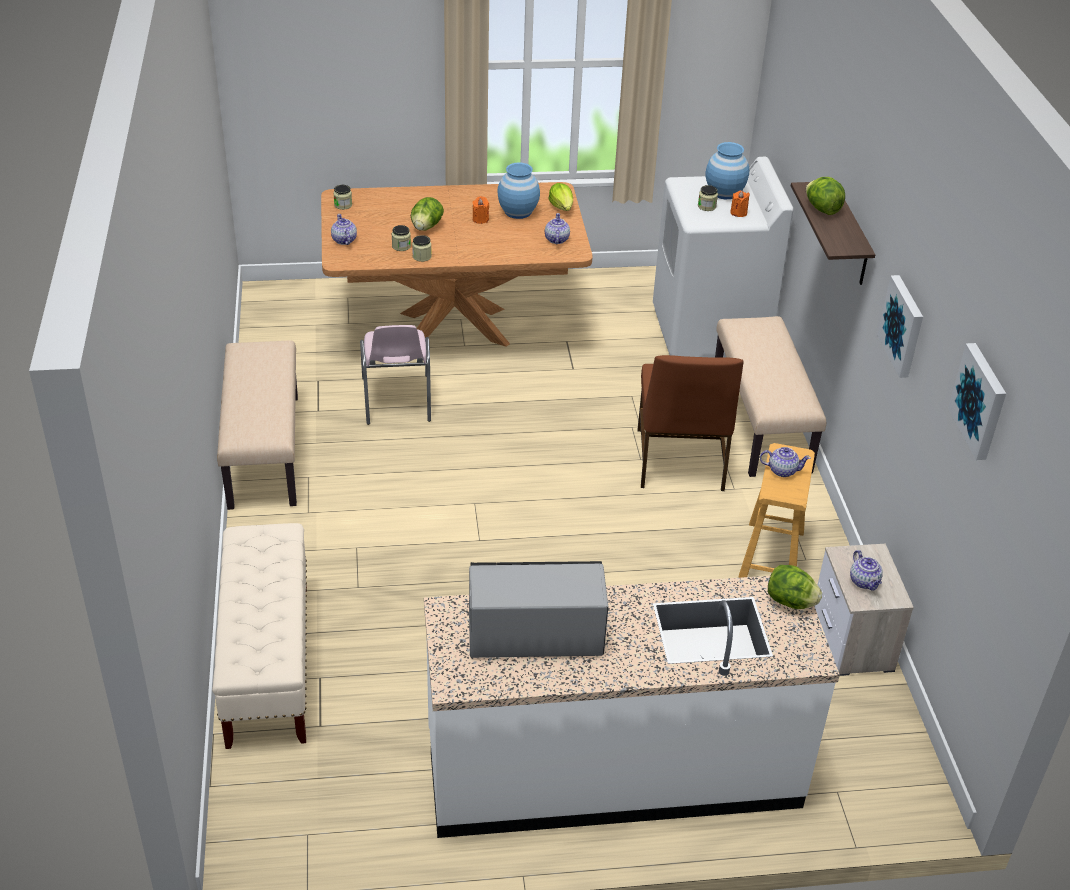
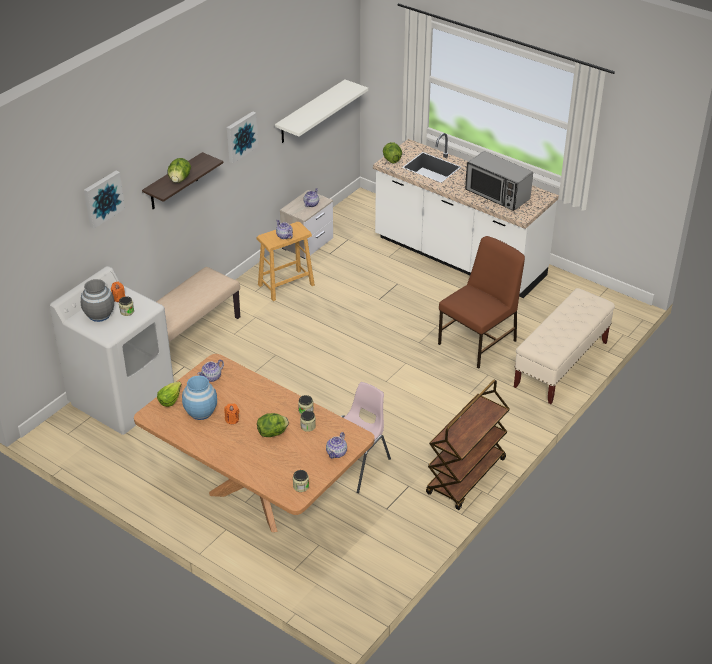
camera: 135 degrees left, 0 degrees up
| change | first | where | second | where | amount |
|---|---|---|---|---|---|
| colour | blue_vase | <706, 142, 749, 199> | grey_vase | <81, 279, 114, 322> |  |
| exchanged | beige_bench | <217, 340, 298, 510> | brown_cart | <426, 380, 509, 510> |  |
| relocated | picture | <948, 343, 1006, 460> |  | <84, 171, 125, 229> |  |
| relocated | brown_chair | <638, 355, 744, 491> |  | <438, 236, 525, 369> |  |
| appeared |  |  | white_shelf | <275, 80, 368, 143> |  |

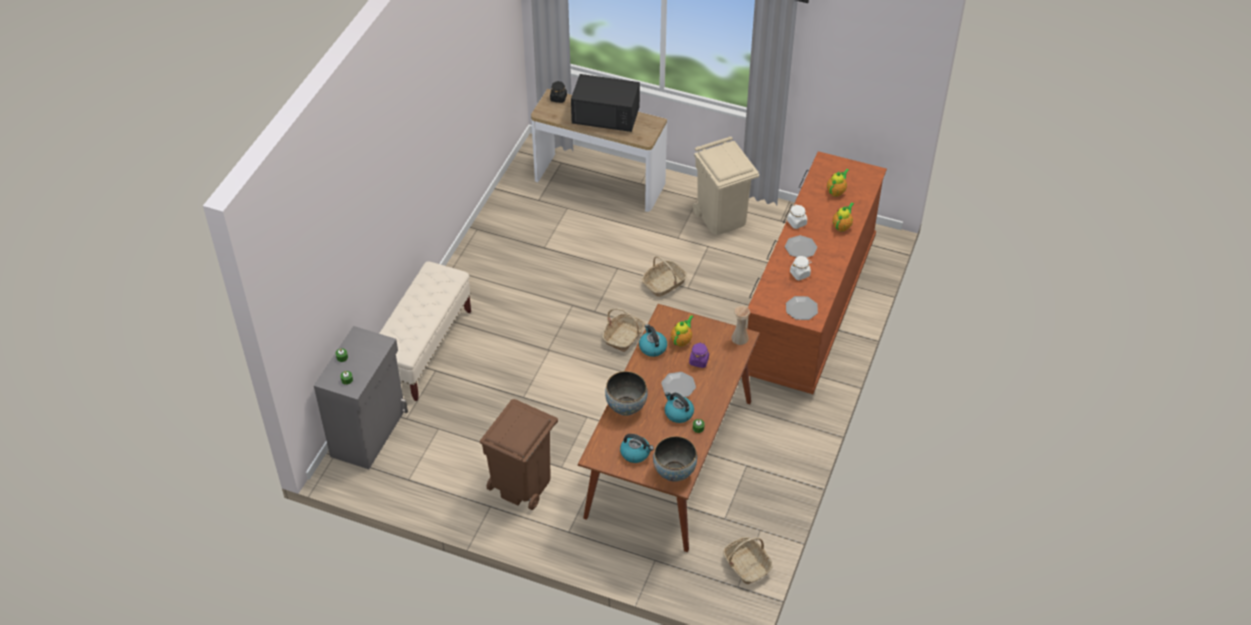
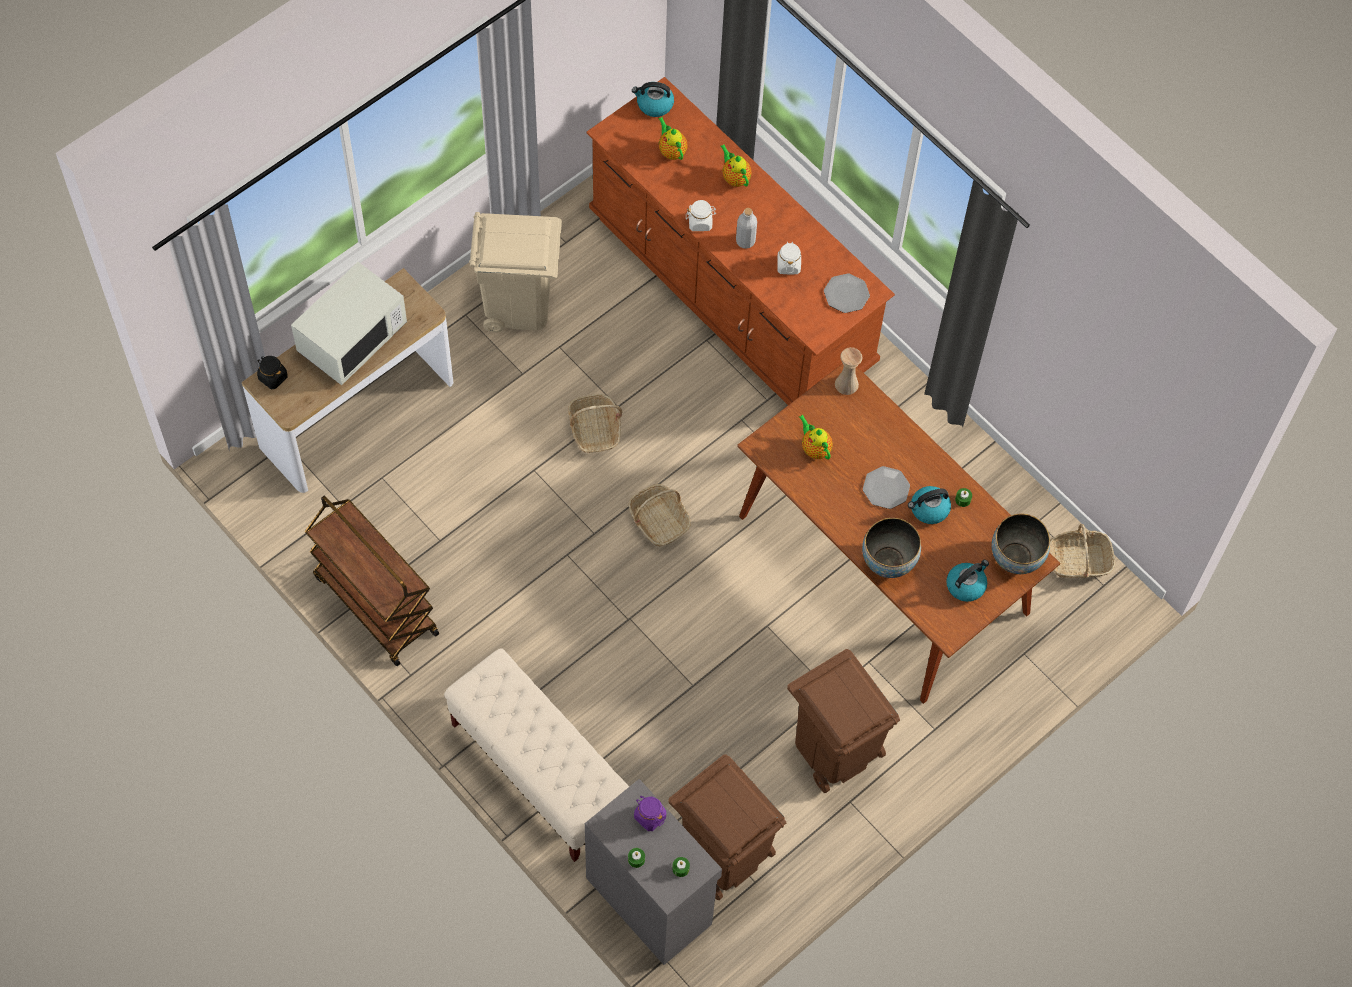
camera: 65 degrees left, 15 degrees up
| change | first | where | second | where | amount |
|---|---|---|---|---|---|
| colour | black_microwave | <571, 74, 640, 132> | white_microwave | <291, 262, 407, 385> |  |
| exchanged | plate | <785, 235, 817, 258> | grey_bottle | <736, 208, 757, 249> |  |
| relocated | kettle | <639, 324, 667, 357> |  | <632, 82, 674, 117> |  |
| relocated | purple_jar | <689, 342, 709, 368> |  | <634, 796, 666, 831> |  |
| appeared |  |  | brown_cart | <305, 496, 439, 666> |  |
| appeared |  |  | brown_trash_can | <668, 754, 786, 900> |  |

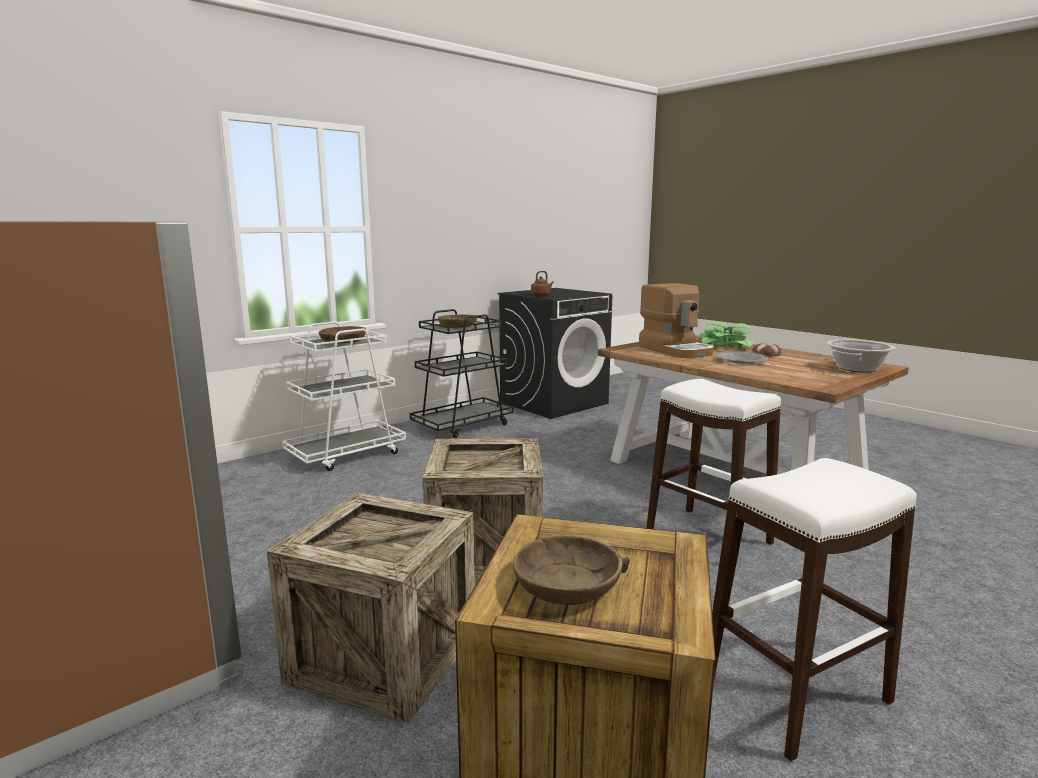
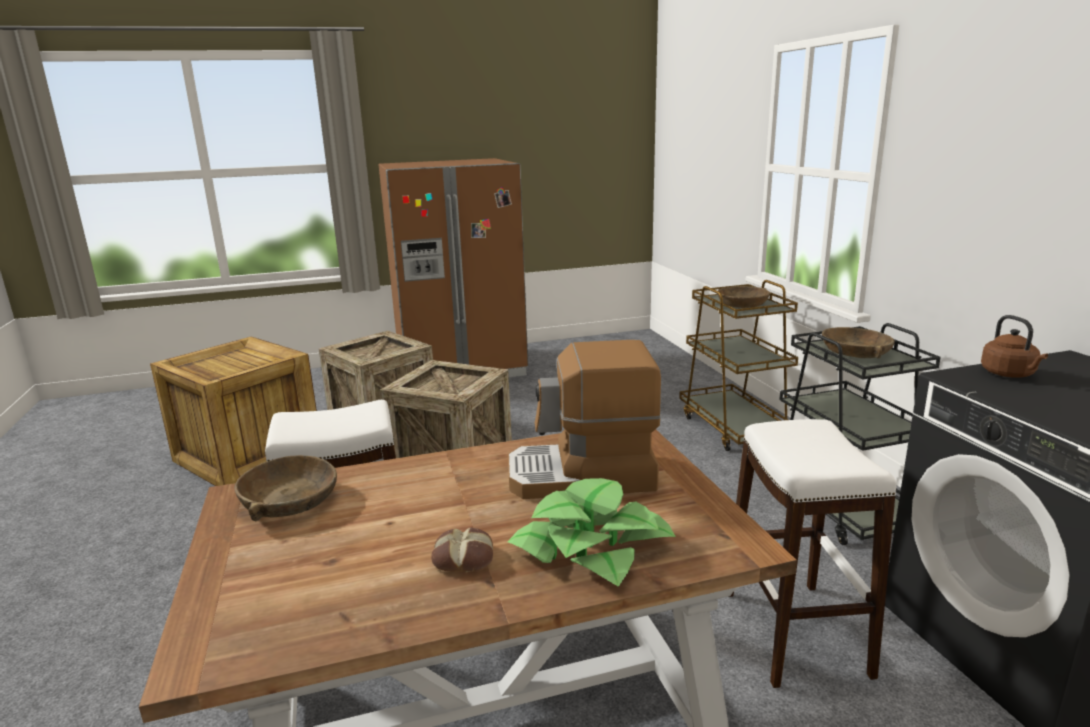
camera: 115 degrees right, 5 degrees up
| change | first | where | second | where | amount |
|---|---|---|---|---|---|
| colour | white_cart | <282, 321, 406, 471> | brown_cart | <679, 280, 798, 451> |  |
| missing | cooking_pot | <827, 340, 895, 372> |  |  |  |
| missing | grey_plate | <716, 351, 768, 364> |  |  |  |
| relocated | white_stool | <712, 458, 917, 762> |  | <729, 419, 897, 688> |  |
| relocated | brown_bowl | <513, 536, 630, 605> |  | <234, 455, 337, 521> |  |

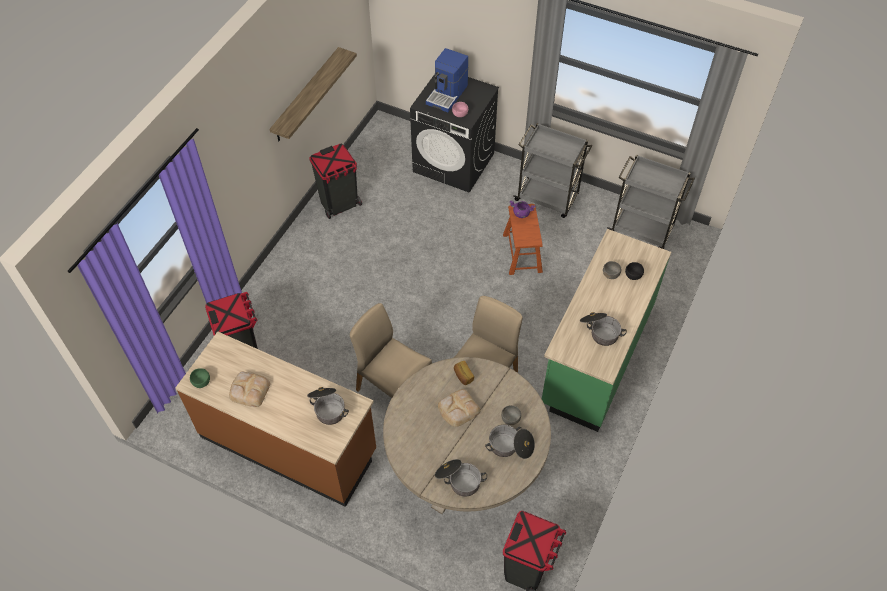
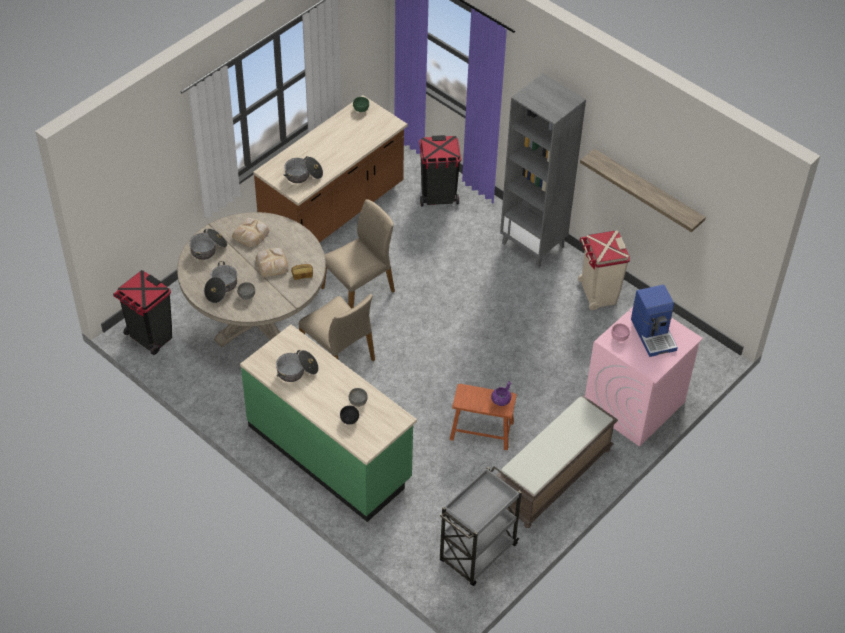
camera: 105 degrees right, 5 degrees down
| change | first | where | second | where | amount |
|---|---|---|---|---|---|
| spun | coffee_machine | <426, 48, 468, 112> |  | <631, 285, 678, 357> | 150 degrees counterclockwise |
| colour | black_washing_machine | <410, 74, 499, 193> | pink_washing_machine | <585, 307, 703, 447> |  |
| exchanged | grey_cart | <513, 123, 592, 218> | brown_bench | <496, 395, 618, 528> |  |
| colour | black_trash_can | <309, 144, 362, 219> | beige_trash_can | <578, 230, 630, 310> |  |
| relocated | bread | <229, 372, 270, 407> |  | <232, 218, 269, 247> |  |
| appeared |  |  | grey_bookcase | <500, 74, 586, 268> |  |

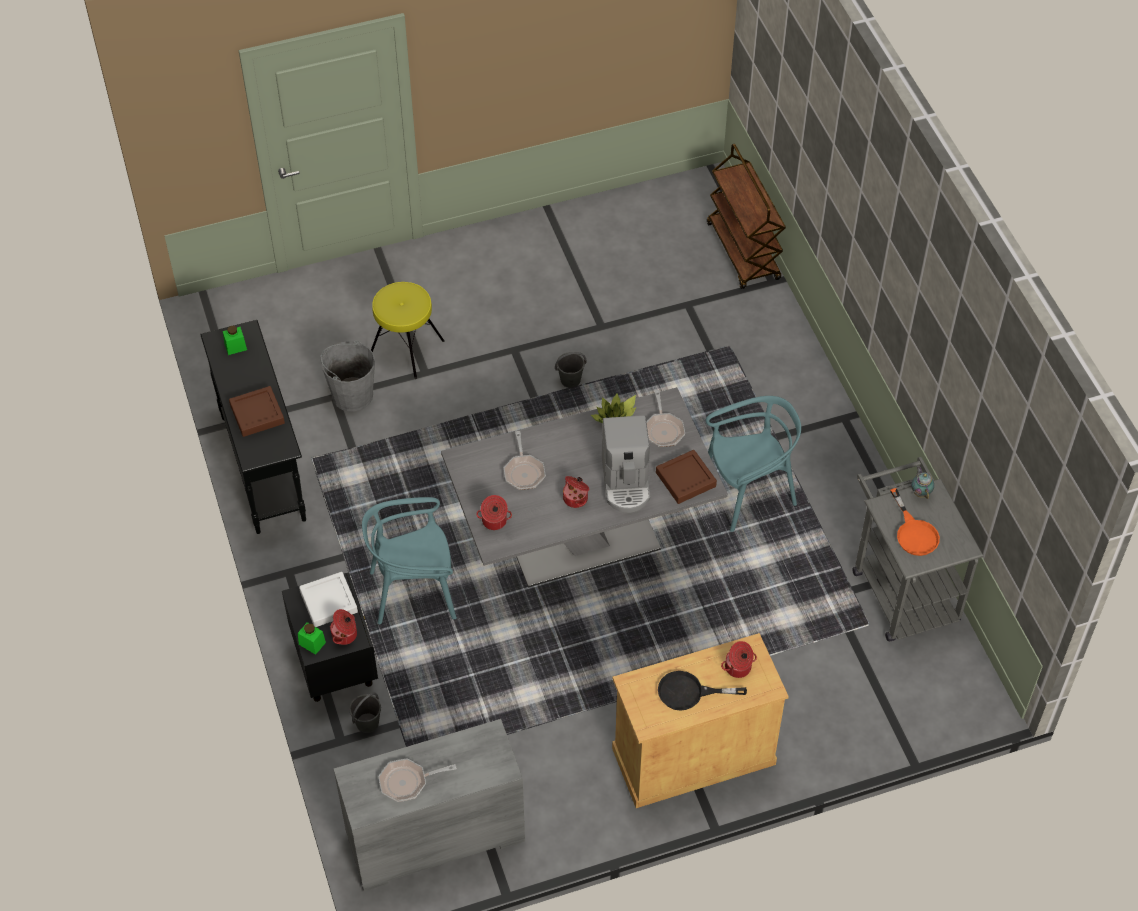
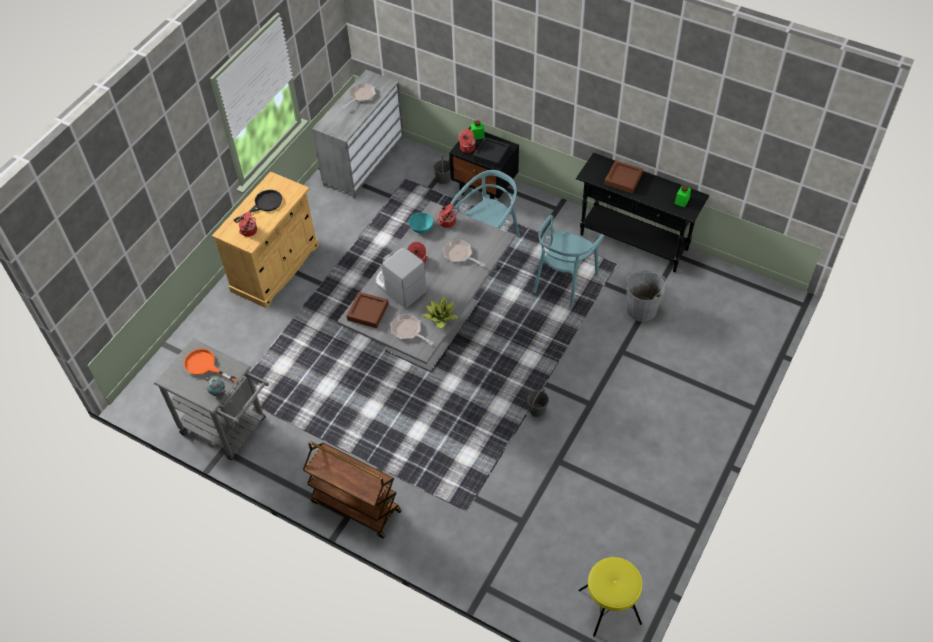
camera: 140 degrees right, 0 degrees up
| change | first | where | second | where | amount |
|---|---|---|---|---|---|
| relocated | brown_cart | <707, 144, 786, 289> |  | <303, 442, 402, 539> |  |
| relocated | yellow_stool | <371, 282, 445, 379> |  | <578, 557, 642, 637> |  |
| relocated | turquoise_chair | <706, 396, 801, 532> |  | <534, 215, 605, 308> |  |
| colour | white_tray | <299, 572, 358, 627> | black_tray | <473, 137, 510, 168> |  |
| appeared |  |  | turquoise_bowl | <409, 212, 433, 233> |  |

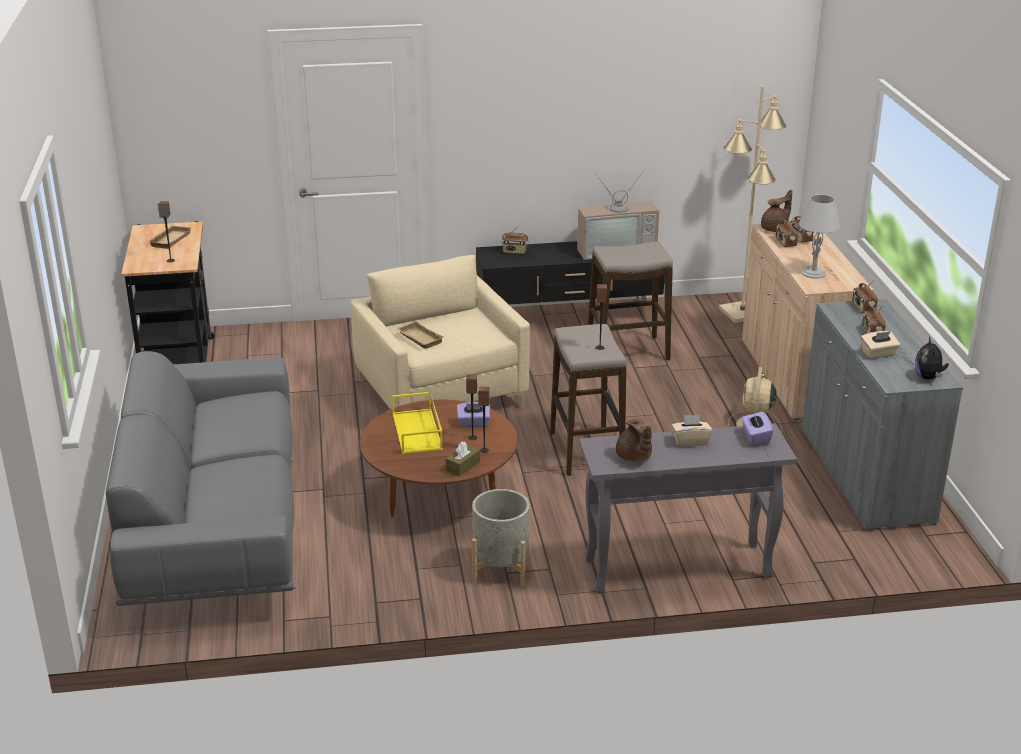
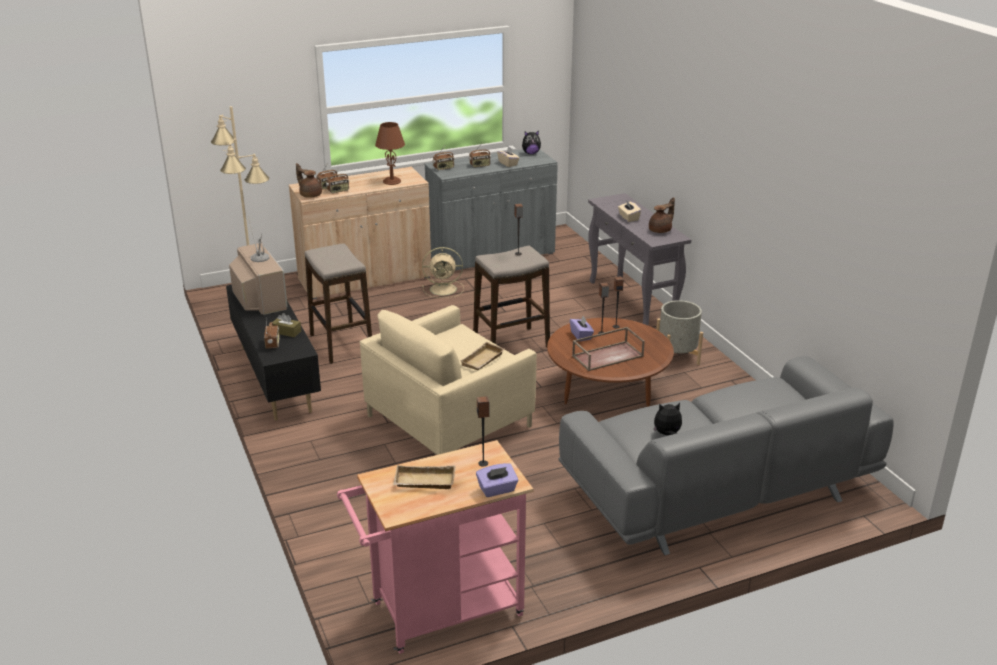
camera: 105 degrees left, 0 degrees up
| change | first | where | second | where | amount |
|---|---|---|---|---|---|
| colour | grey_table_lamp | <799, 194, 840, 279> | brown_table_lamp | <375, 122, 405, 185> |  |
| colour | black_cart | <122, 221, 214, 364> | pink_cart | <337, 440, 534, 654> |  |
| colour | yellow_tray | <392, 392, 443, 454> | brown_tray | <572, 327, 645, 371> |  |
| relocated | purple_tissue_box | <742, 412, 773, 446> |  | <476, 463, 518, 497> |  |
| relocated | brown_tissue_box | <446, 442, 480, 476> |  | <272, 313, 301, 337> |  |
| appeared |  |  | plush_toy | <654, 403, 682, 435> |  |

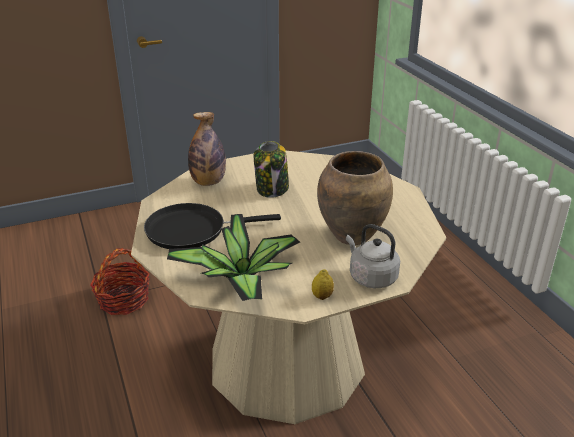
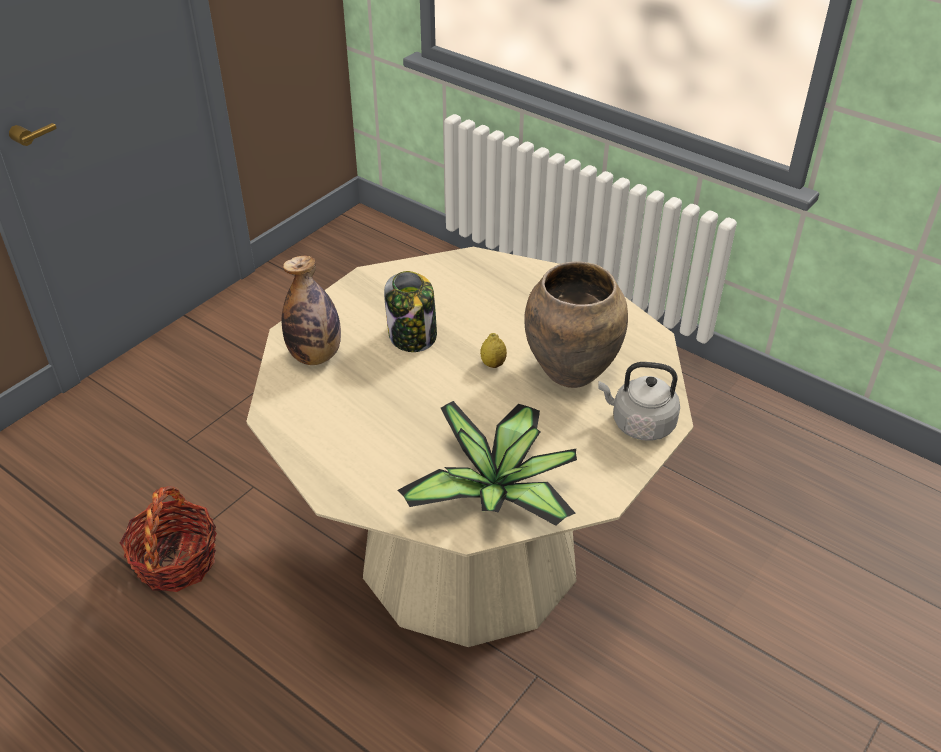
camera: 30 degrees left, 10 degrees up
| change | first | where | second | where | amount |
|---|---|---|---|---|---|
| missing | black_frying_pan | <144, 203, 281, 249> |  |  |  |
| relocated | lemon | <312, 269, 334, 300> |  | <480, 333, 507, 368> |  |

